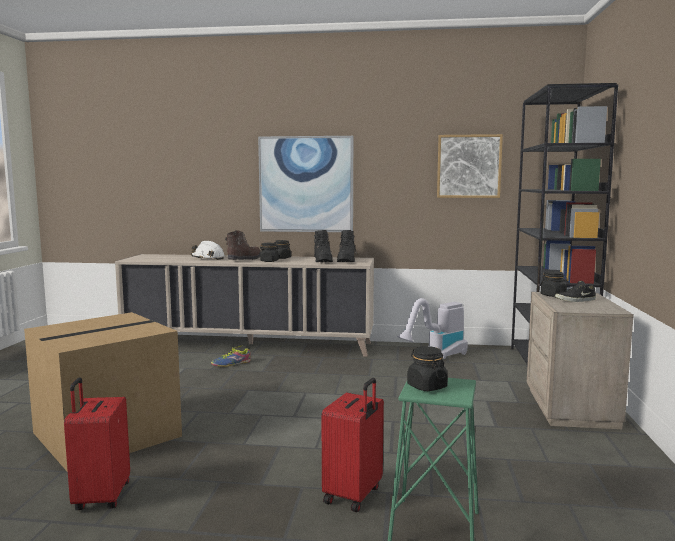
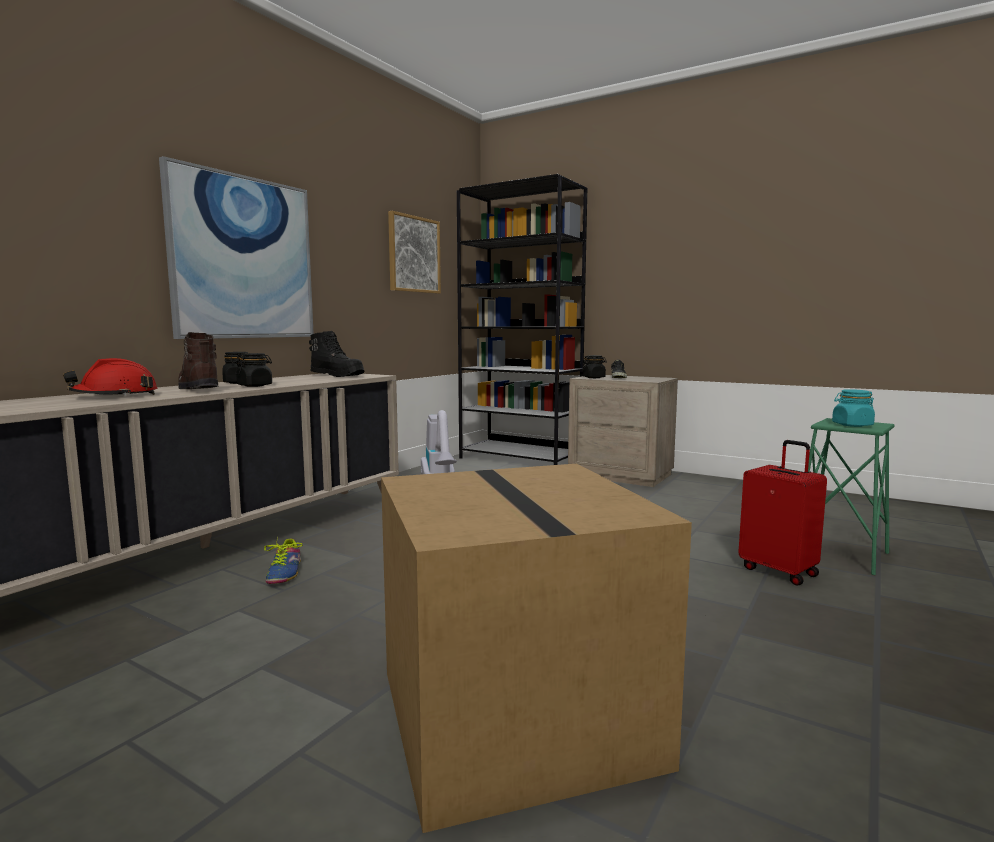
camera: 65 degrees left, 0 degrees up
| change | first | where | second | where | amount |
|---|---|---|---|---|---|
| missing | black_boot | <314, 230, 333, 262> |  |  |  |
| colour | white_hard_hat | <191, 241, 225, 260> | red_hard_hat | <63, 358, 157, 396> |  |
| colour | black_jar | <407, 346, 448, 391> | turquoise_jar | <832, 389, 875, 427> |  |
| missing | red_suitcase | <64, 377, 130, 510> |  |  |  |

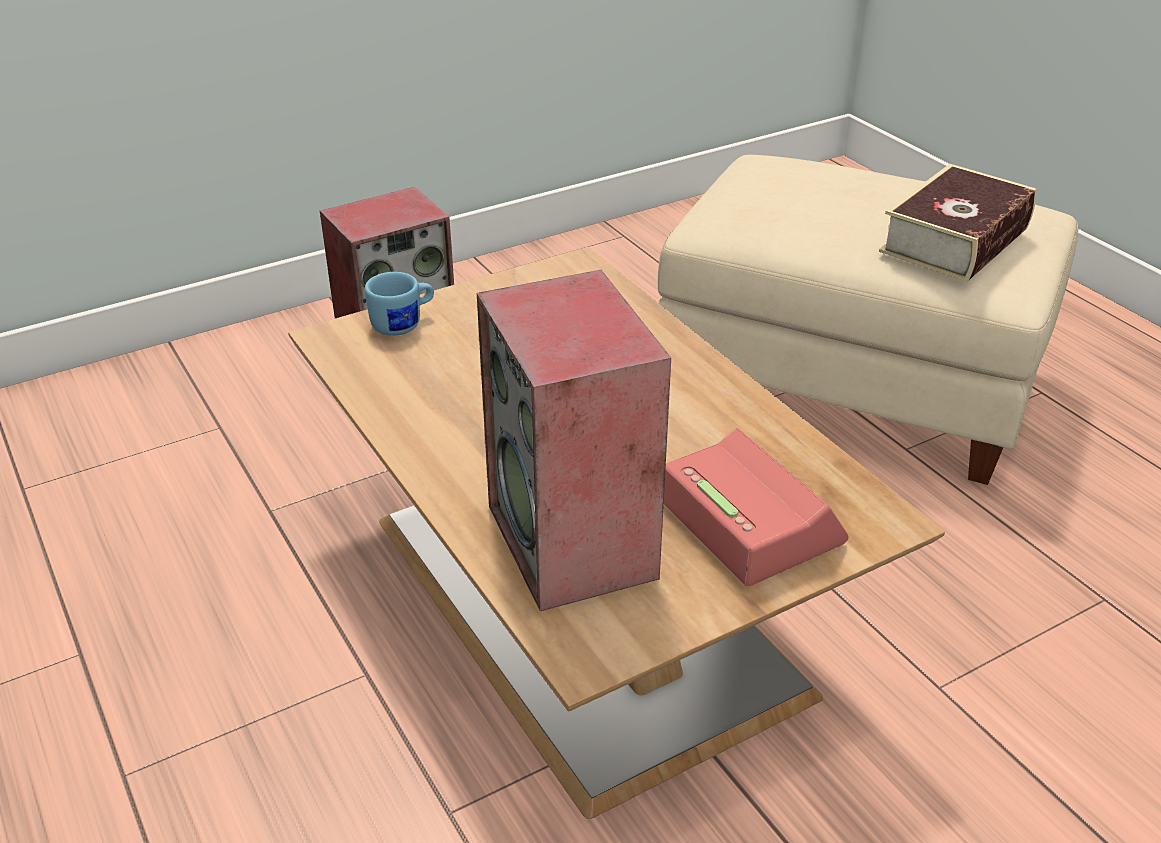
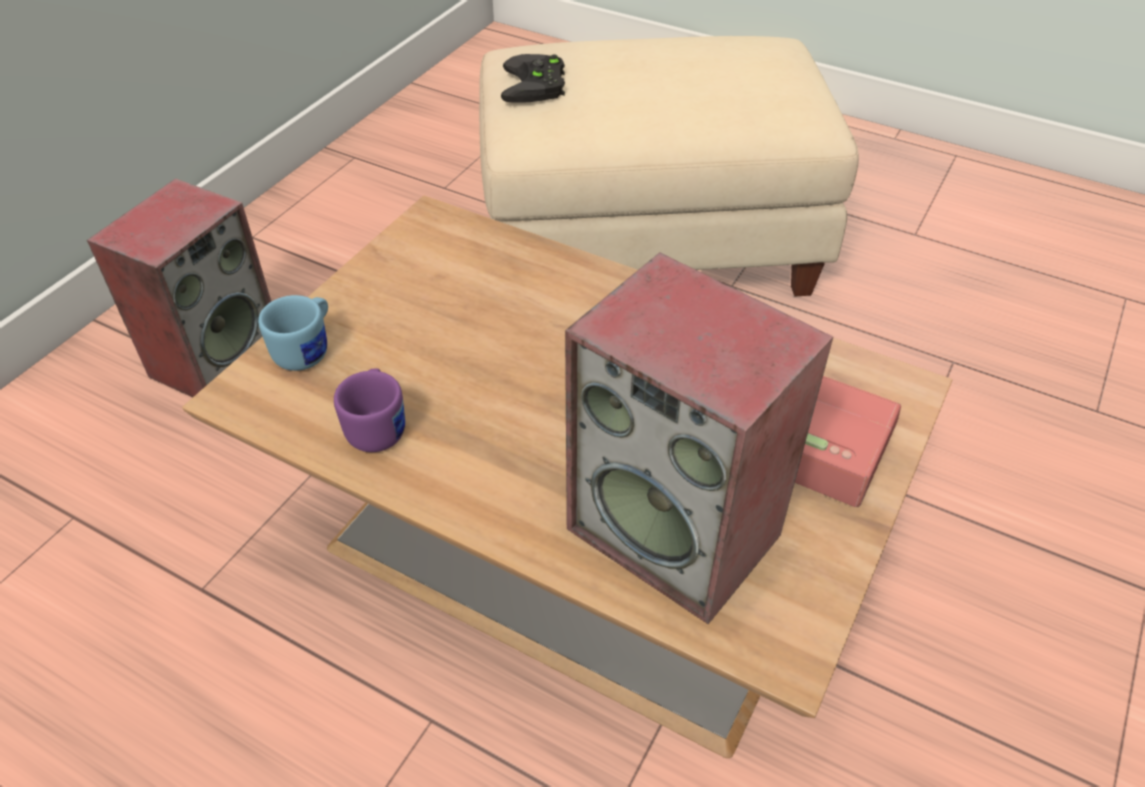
camera: 30 degrees left, 10 degrees up
| change | first | where | second | where | amount |
|---|---|---|---|---|---|
| missing | book | <879, 164, 1037, 282> |  |  |  |
| appeared |  |  | black_game_controller | <501, 54, 565, 102> |  |
| appeared |  |  | purple_mug | <334, 368, 405, 452> |  |

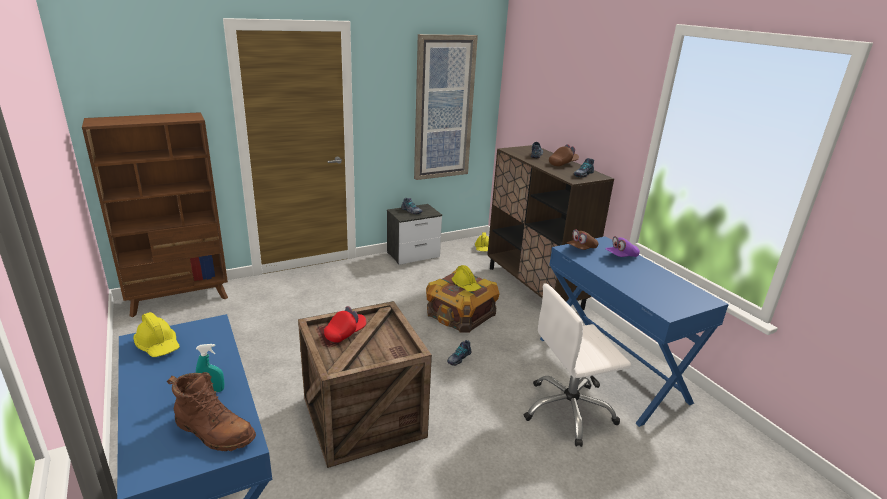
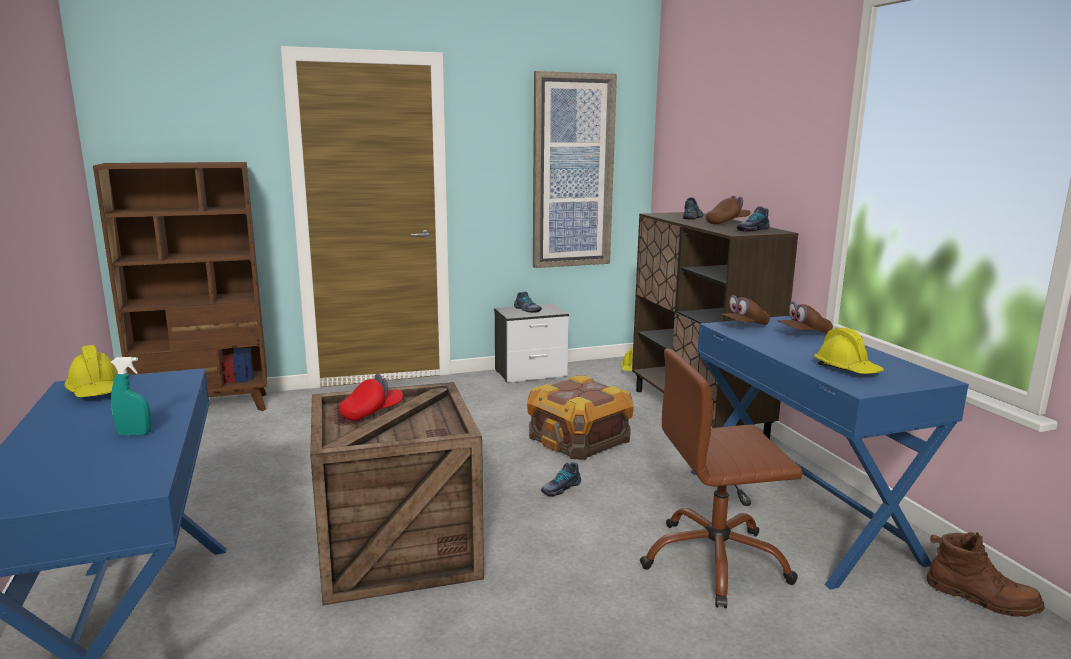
camera: 10 degrees right, 10 degrees down
| change | first | where | second | where | amount |
|---|---|---|---|---|---|
| colour | purple_cap | <605, 236, 640, 257> | brown_cap | <778, 301, 833, 334> |  |
| relocated | yellow_hard_hat | <451, 265, 481, 292> |  | <814, 328, 884, 374> |  |
| colour | white_office_chair | <524, 284, 631, 447> | brown_office_chair | <640, 349, 803, 608> |  |
| relocated | brown_boot | <166, 372, 256, 451> |  | <926, 532, 1045, 617> |  |

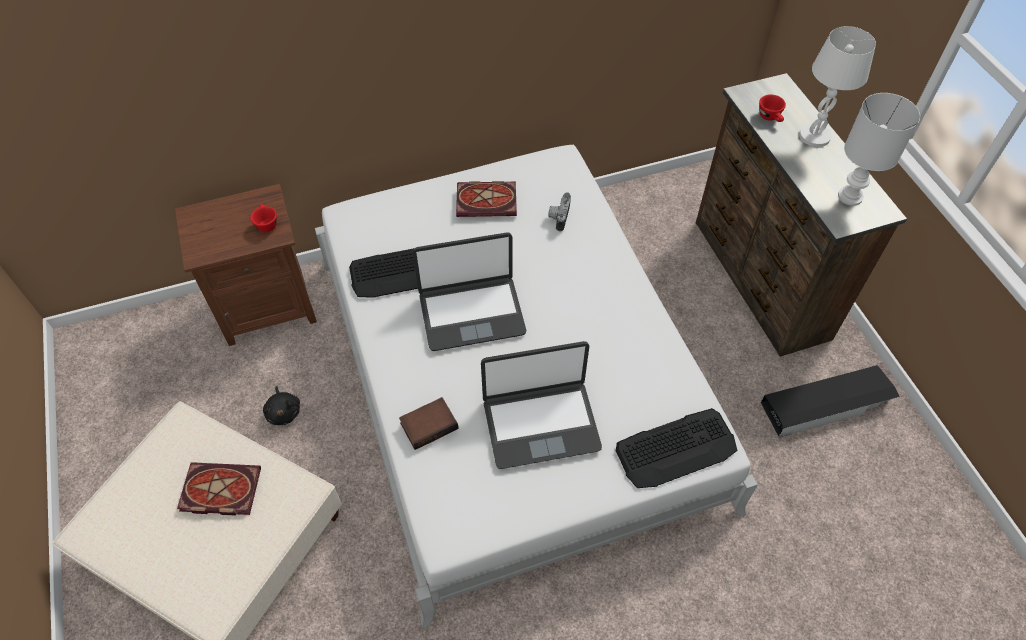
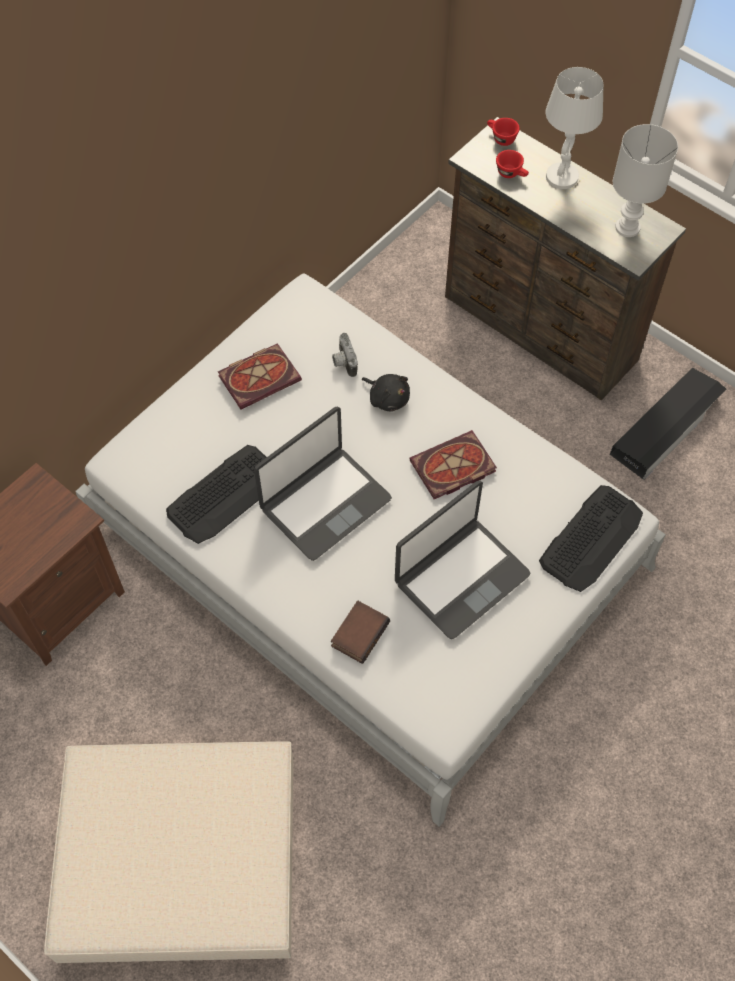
camera: 30 degrees left, 5 degrees up
| change | first | where | second | where | amount |
|---|---|---|---|---|---|
| relocated | red_cup | <250, 204, 277, 232> |  | <487, 118, 520, 146> |  |
| relocated | black_plush_toy | <263, 386, 300, 425> |  | <362, 374, 410, 412> |  |
| relocated | book | <177, 462, 261, 515> |  | <410, 430, 497, 499> |  |

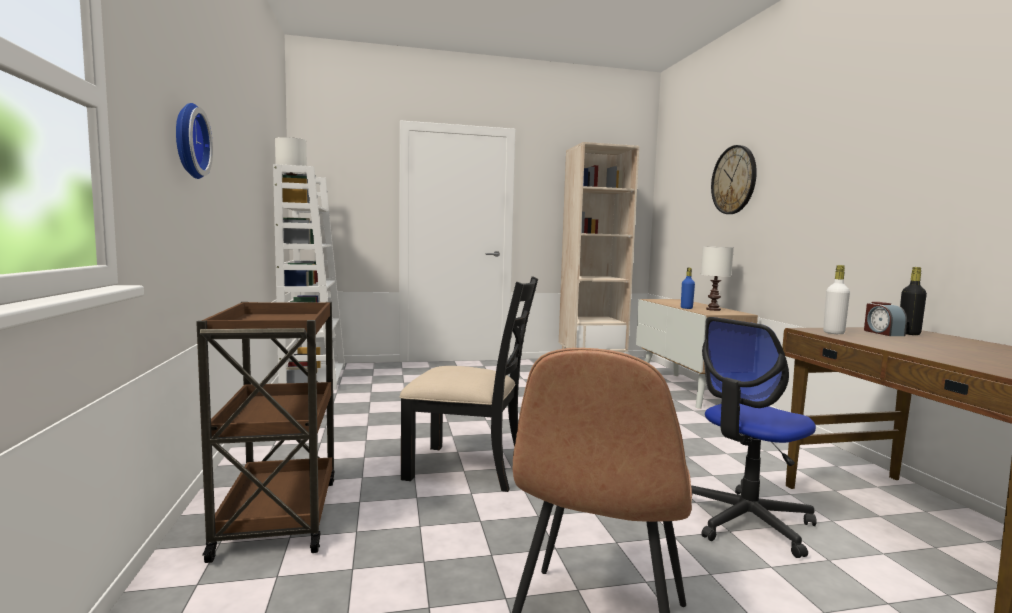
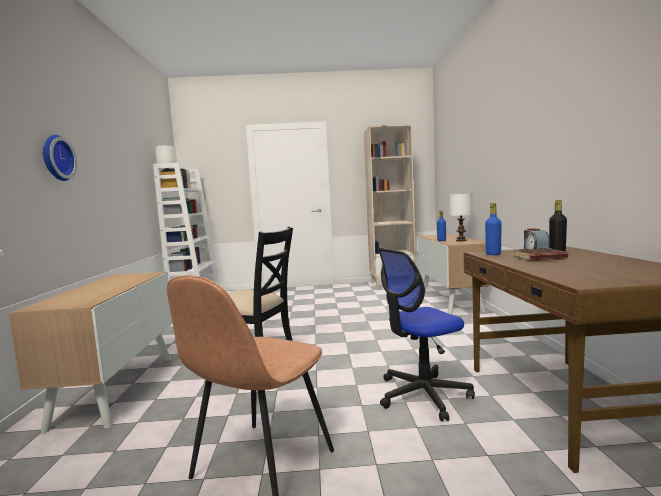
camera: 10 degrees right, 0 degrees up
| change | first | where | second | where | amount |
|---|---|---|---|---|---|
| missing | wall_clock | <711, 145, 757, 214> |  |  |  |
| colour | white_bottle | <823, 265, 850, 334> | blue_bottle | <485, 203, 502, 255> |  |
| exchanged | brown_cart | <196, 302, 334, 563> | cabinet | <9, 271, 173, 433> |  |
| appeared |  |  | brown_book | <514, 248, 568, 261> |  |

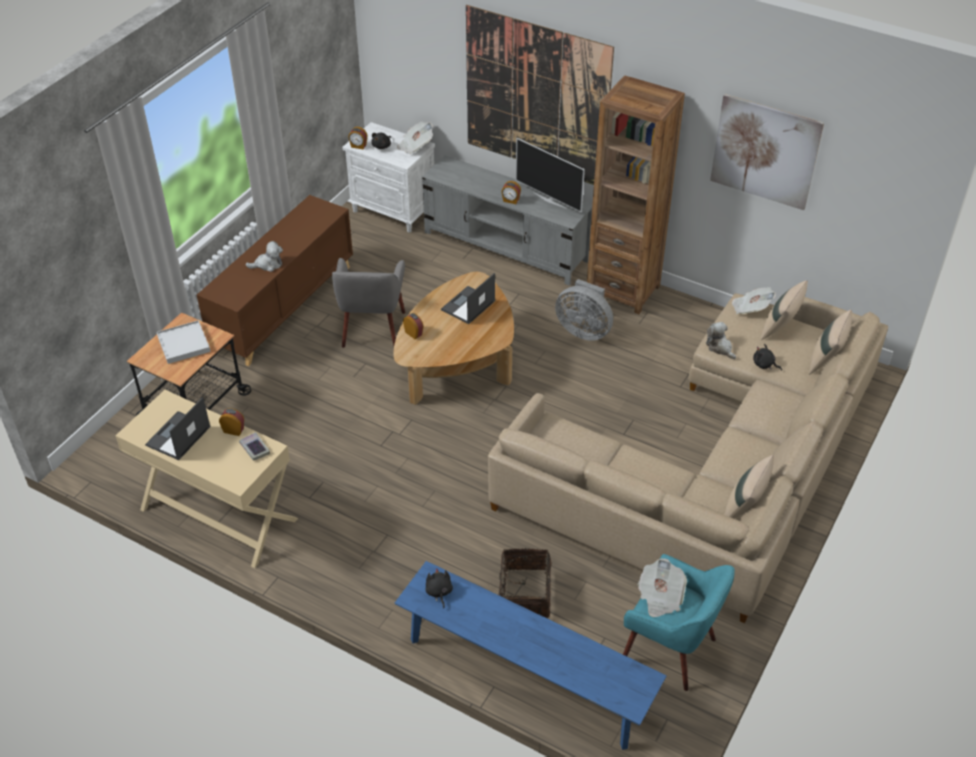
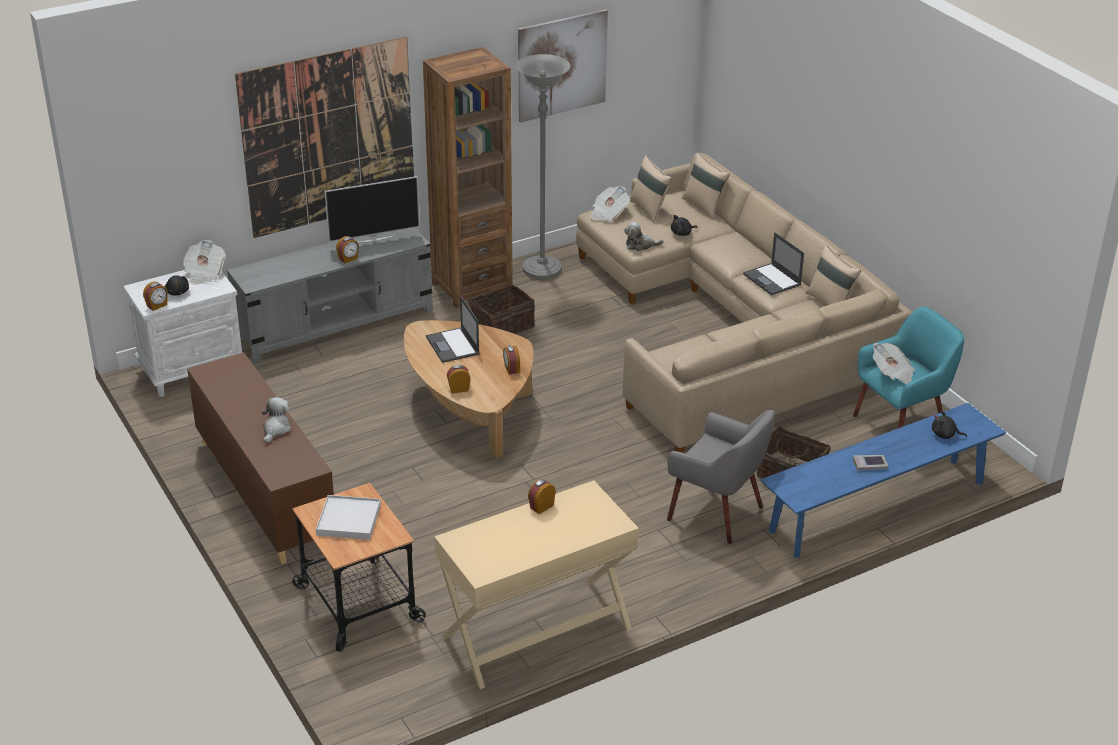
camera: 60 degrees left, 10 degrees down
| change | first | where | second | where | amount |
|---|---|---|---|---|---|
| relocated | grey_armchair | <332, 258, 405, 348> |  | <667, 410, 775, 544> |  |
| exchanged | grey_fan | <555, 279, 613, 341> | basket | <467, 285, 535, 334> |  |
| relocated | laptop | <145, 397, 211, 460> |  | <743, 232, 804, 296> |  |
| relocated | book | <239, 432, 270, 461> |  | <853, 455, 888, 470> |  |
| relocated | black_plush_toy | <426, 568, 453, 608> |  | <932, 411, 967, 439> |  |
| appeared |  |  | grey_floor_lamp | <516, 54, 570, 279> |  |
| appeared |  |  | alarm_clock | <503, 345, 520, 375> |  |

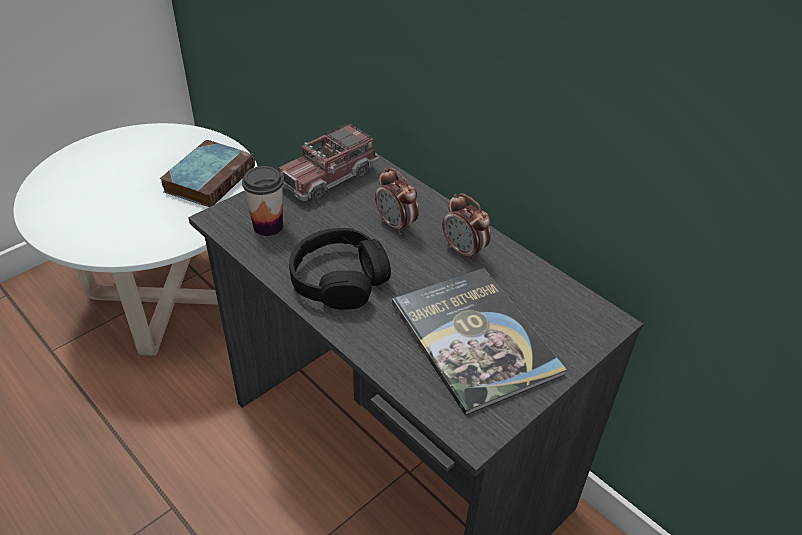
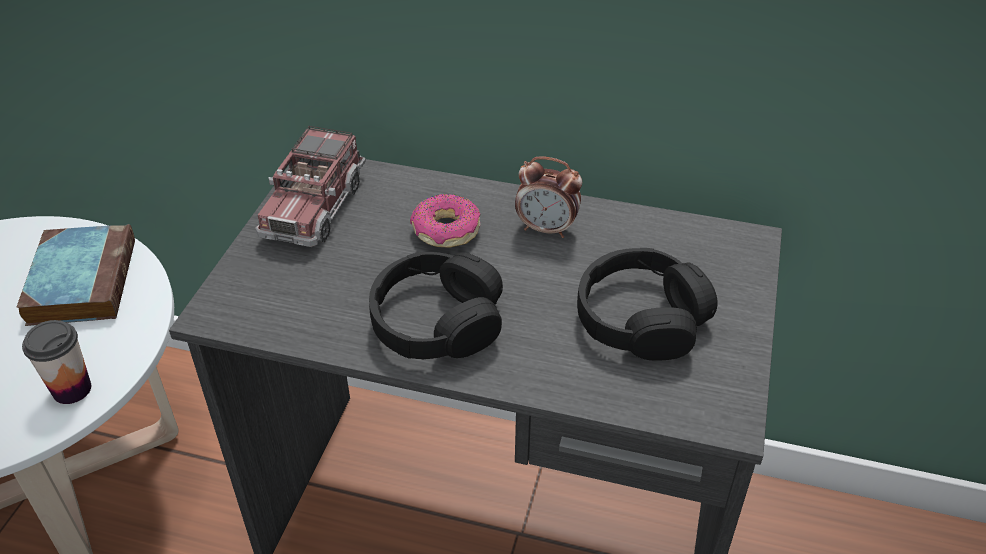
camera: 30 degrees left, 0 degrees up
| change | first | where | second | where | amount |
|---|---|---|---|---|---|
| relocated | cup | <242, 166, 284, 236> |  | <22, 320, 91, 404> |  |
| exchanged | alarm_clock | <375, 168, 419, 235> | donut | <410, 194, 480, 248> |  |
| exchanged | book | <392, 268, 567, 416> | black_headphones | <577, 248, 717, 361> |  |

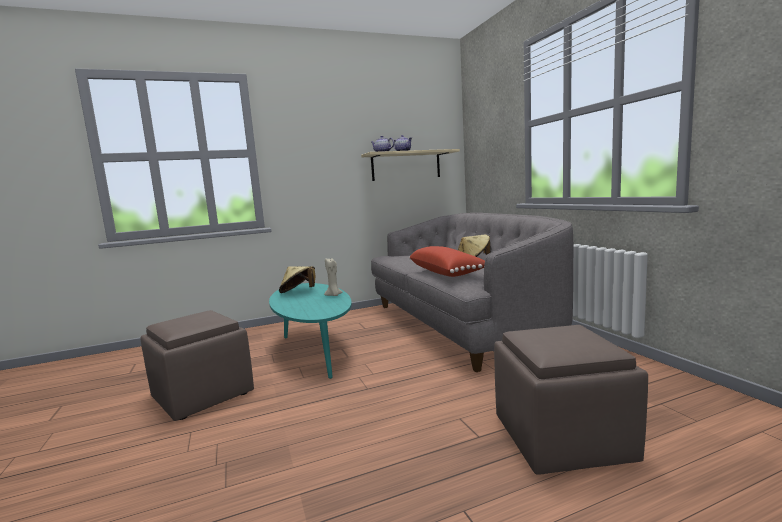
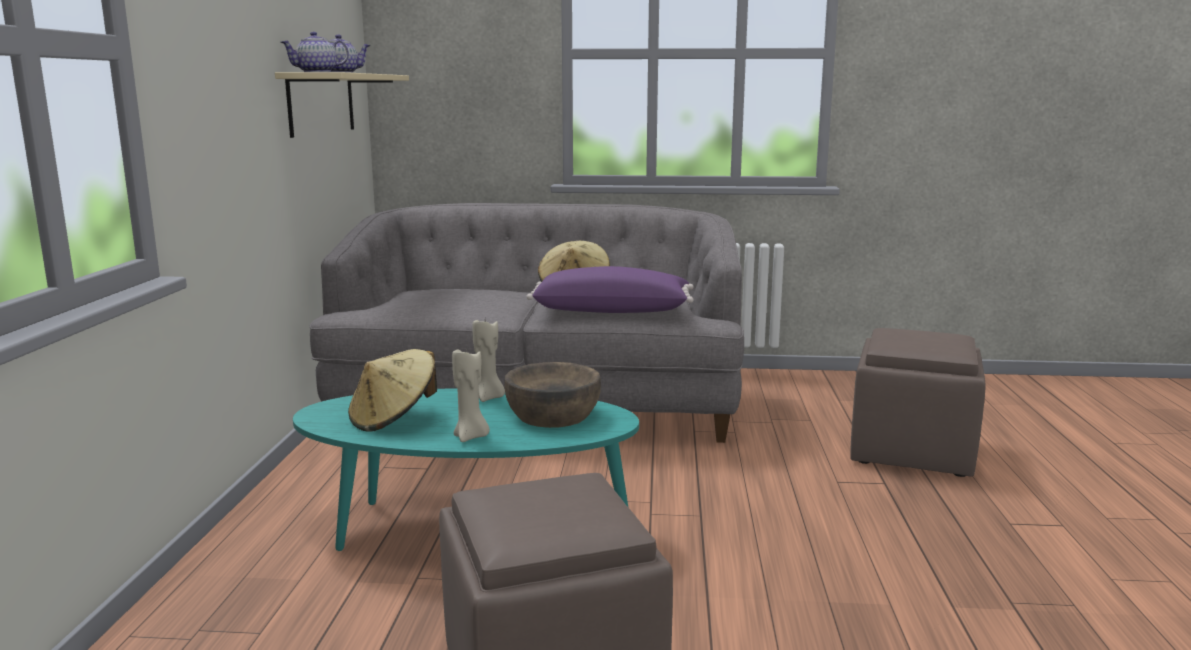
camera: 65 degrees left, 5 degrees up
| change | first | where | second | where | amount |
|---|---|---|---|---|---|
| colour | red_pillow | <409, 246, 485, 277> | purple_pillow | <527, 266, 693, 313> |  |
| appeared |  |  | beige_candle | <452, 346, 490, 442> |  |
| appeared |  |  | brown_bowl | <505, 362, 601, 428> |  |

